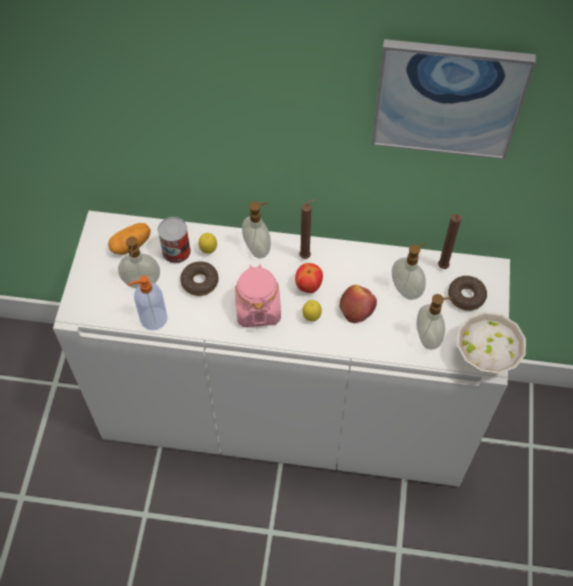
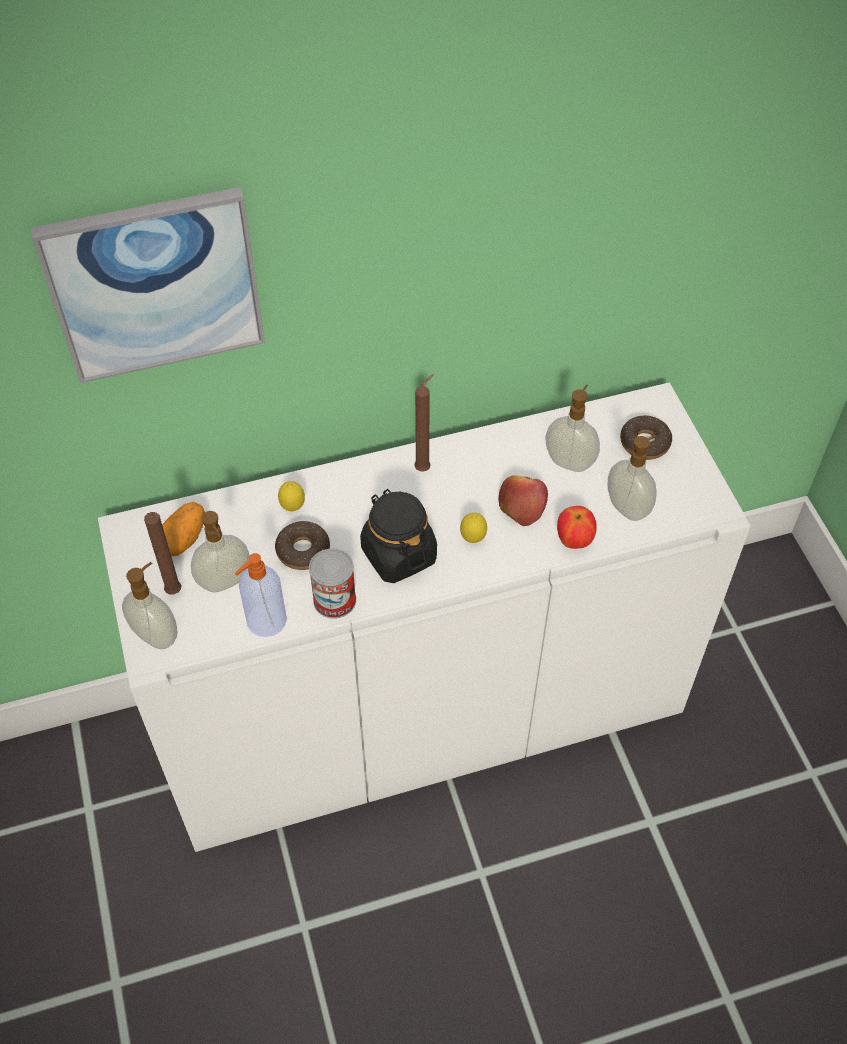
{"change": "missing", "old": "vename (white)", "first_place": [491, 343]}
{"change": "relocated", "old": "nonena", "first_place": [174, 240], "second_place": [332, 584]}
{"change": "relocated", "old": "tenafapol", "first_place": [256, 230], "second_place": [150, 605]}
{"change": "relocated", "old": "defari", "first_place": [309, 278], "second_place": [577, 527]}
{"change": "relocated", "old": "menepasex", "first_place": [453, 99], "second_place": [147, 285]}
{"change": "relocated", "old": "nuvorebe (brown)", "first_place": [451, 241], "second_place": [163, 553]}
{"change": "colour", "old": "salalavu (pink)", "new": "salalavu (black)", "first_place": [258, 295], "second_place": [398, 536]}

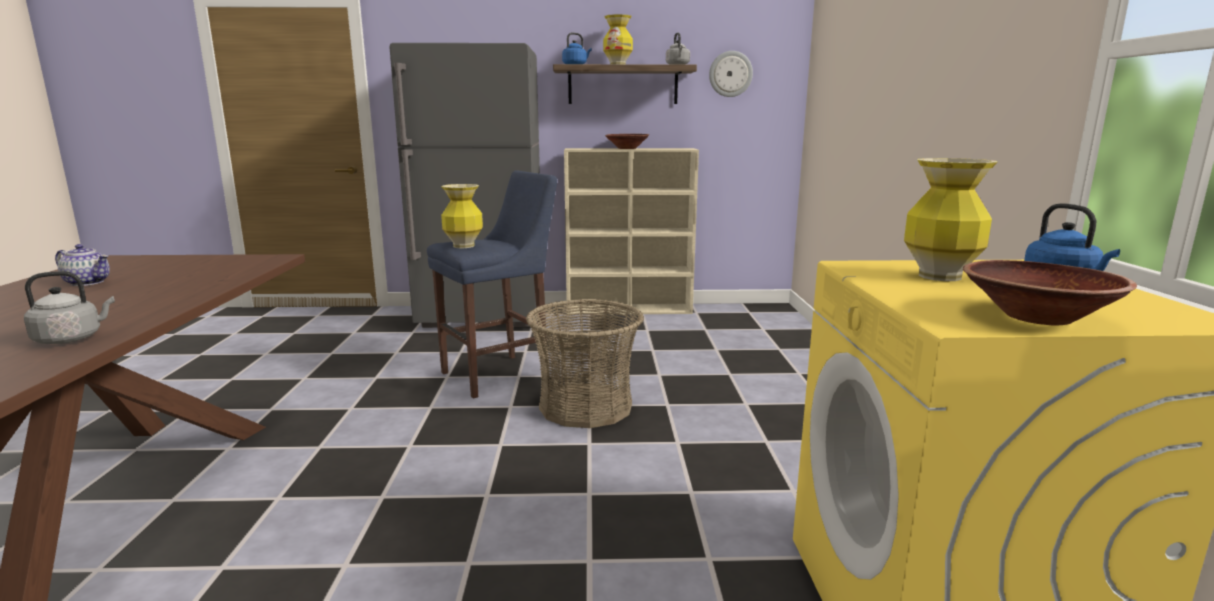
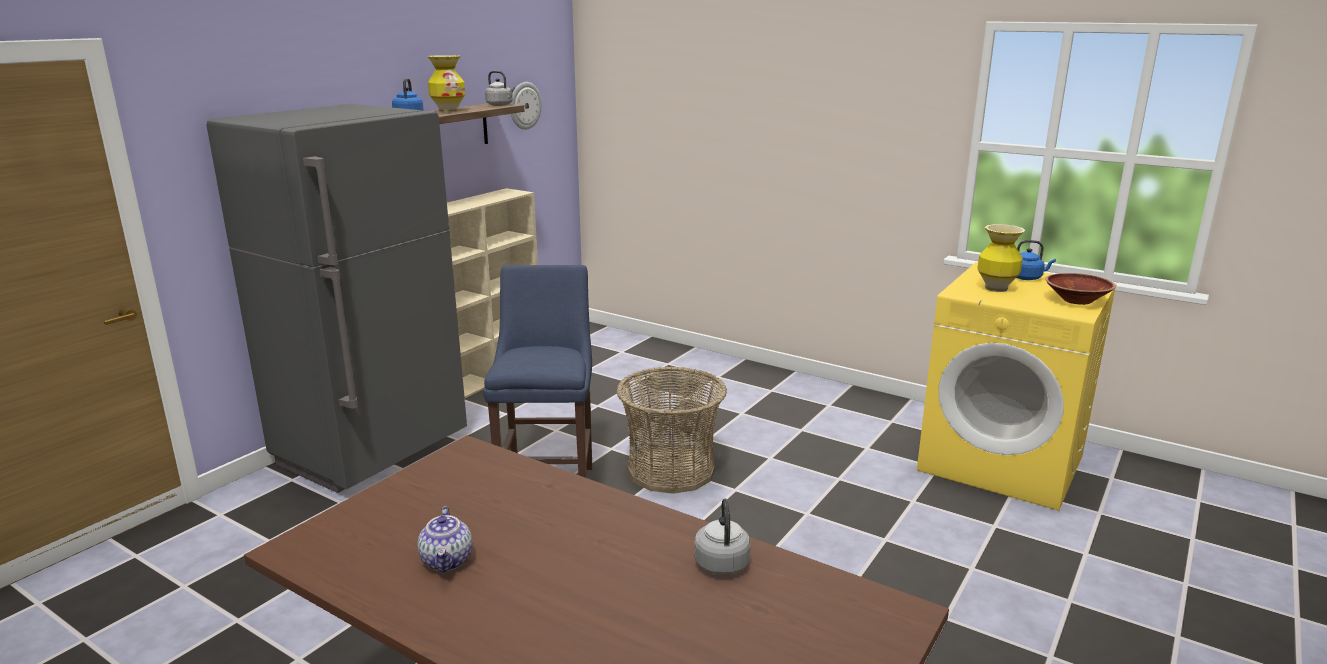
{"change": "missing", "old": "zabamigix", "first_place": [462, 216]}
{"change": "missing", "old": "vename (brown)", "first_place": [627, 141]}
{"change": "spun", "old": "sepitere", "first_place": [82, 265], "second_place": [445, 539], "degrees": 120}

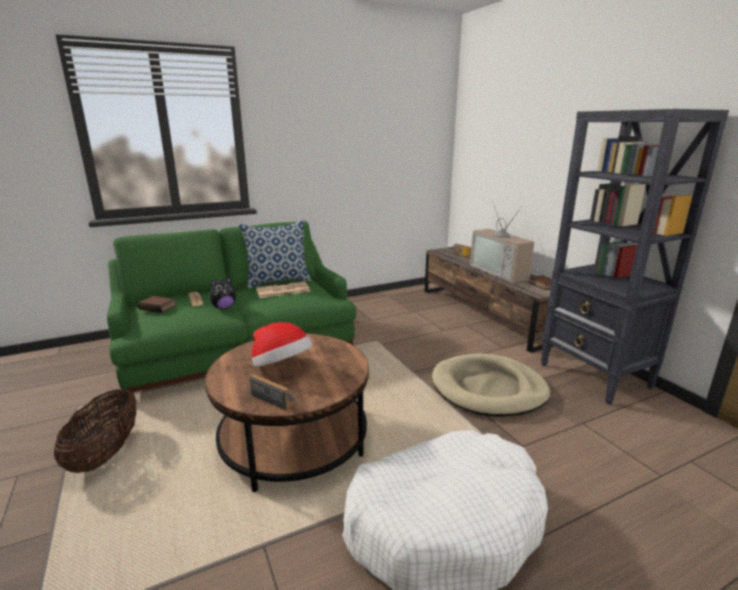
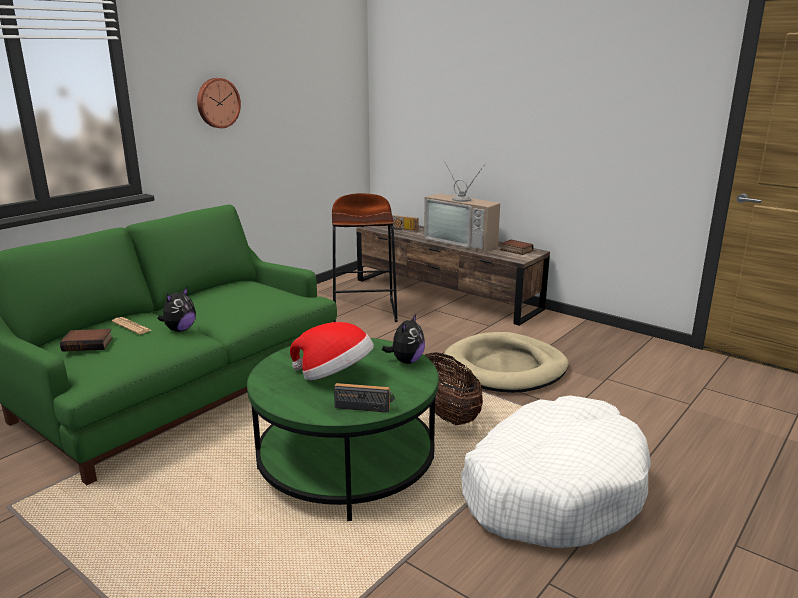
{"change": "missing", "old": "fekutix", "first_place": [275, 254]}
{"change": "missing", "old": "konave", "first_place": [283, 289]}
{"change": "missing", "old": "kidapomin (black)", "first_place": [635, 257]}
{"change": "appeared", "new": "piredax", "second_place": [219, 103]}
{"change": "appeared", "new": "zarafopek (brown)", "second_place": [365, 257]}
{"change": "appeared", "new": "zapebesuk", "second_place": [403, 339]}
{"change": "relocated", "old": "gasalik", "first_place": [95, 431], "second_place": [454, 388]}
{"change": "colour", "old": "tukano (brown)", "new": "tukano (green)", "first_place": [287, 412], "second_place": [343, 429]}

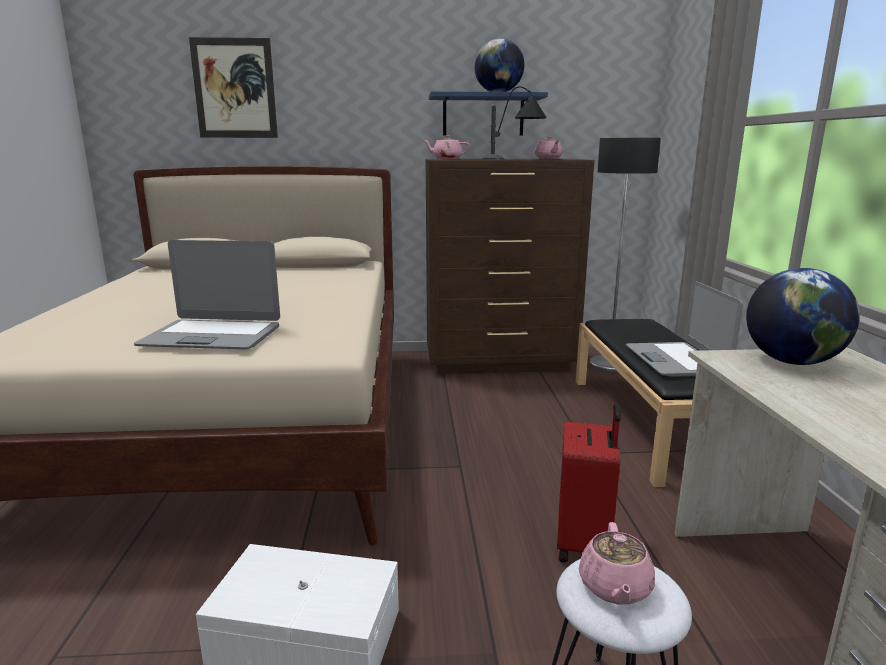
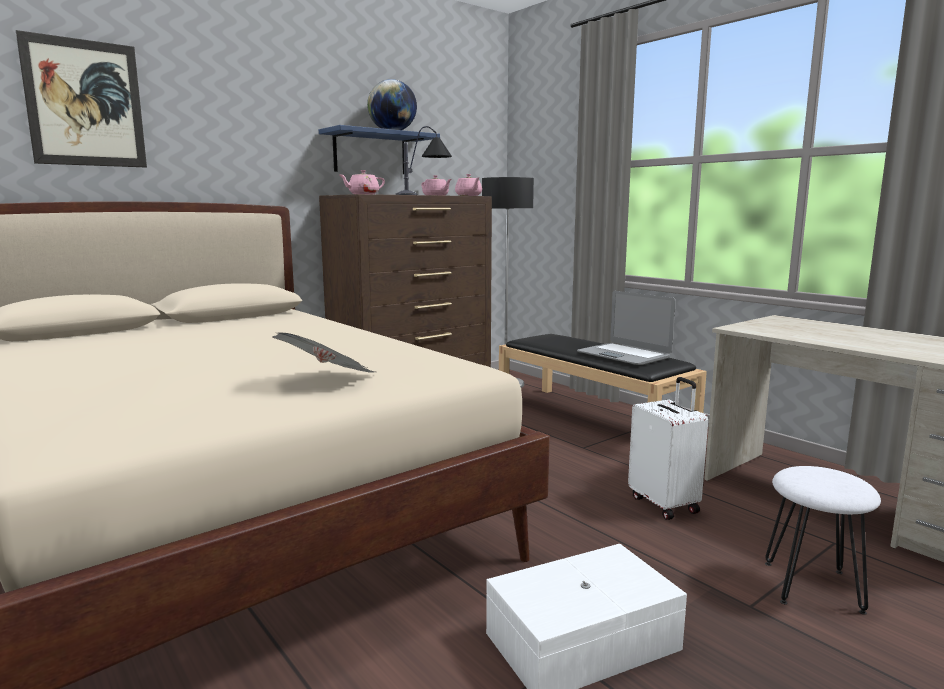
{"change": "missing", "old": "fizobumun", "first_place": [803, 316]}
{"change": "relocated", "old": "sepitere (pink)", "first_place": [617, 563], "second_place": [468, 185]}
{"change": "exchanged", "old": "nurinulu", "new": "konave", "first_place": [207, 294], "second_place": [323, 353]}
{"change": "colour", "old": "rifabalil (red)", "new": "rifabalil (white)", "first_place": [589, 483], "second_place": [668, 448]}

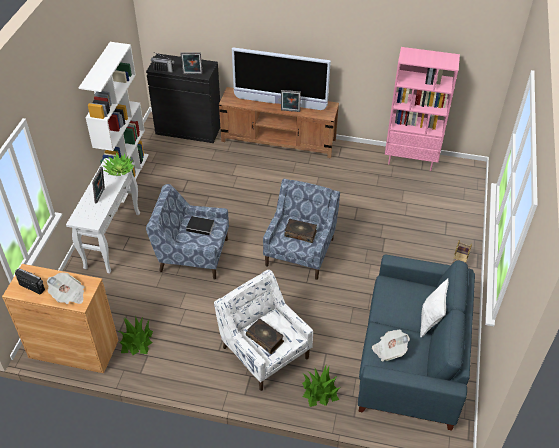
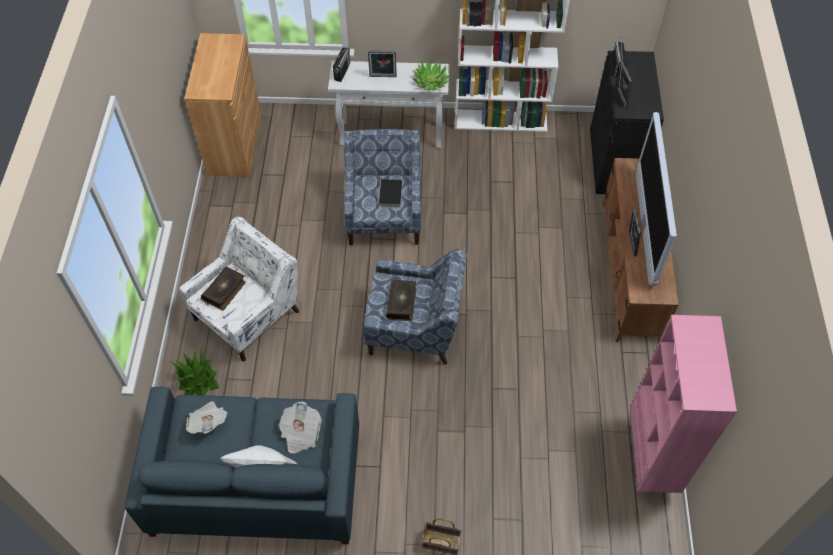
{"change": "missing", "old": "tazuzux", "first_place": [136, 335]}
{"change": "relocated", "old": "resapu", "first_place": [30, 281], "second_place": [341, 64]}
{"change": "relocated", "old": "konave", "first_place": [66, 288], "second_place": [300, 428]}

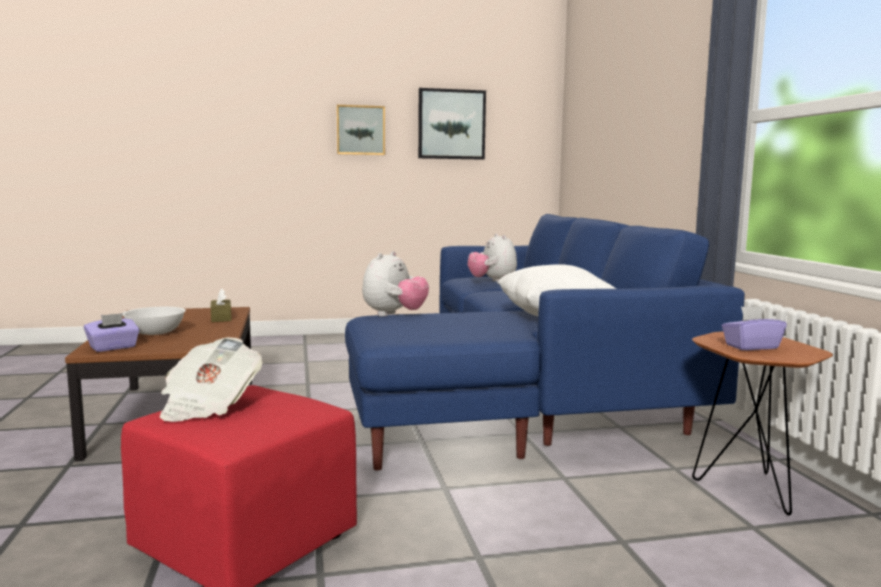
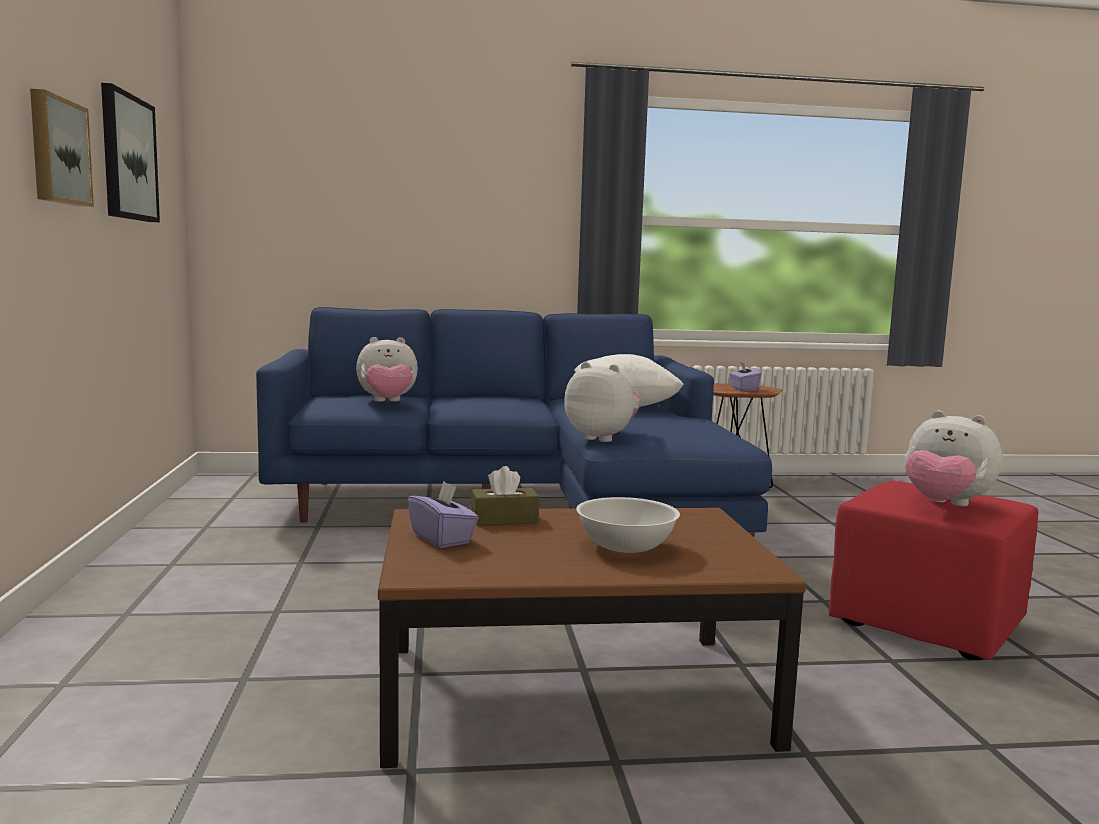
{"change": "relocated", "old": "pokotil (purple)", "first_place": [112, 332], "second_place": [443, 514]}
{"change": "exchanged", "old": "konave", "new": "zapebesuk", "first_place": [211, 379], "second_place": [953, 458]}

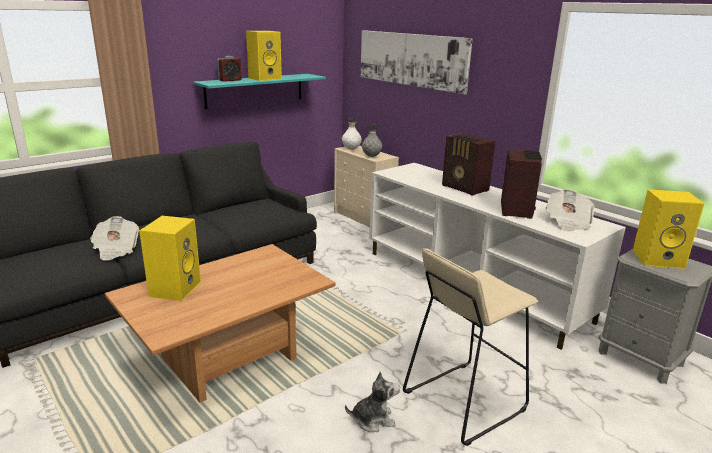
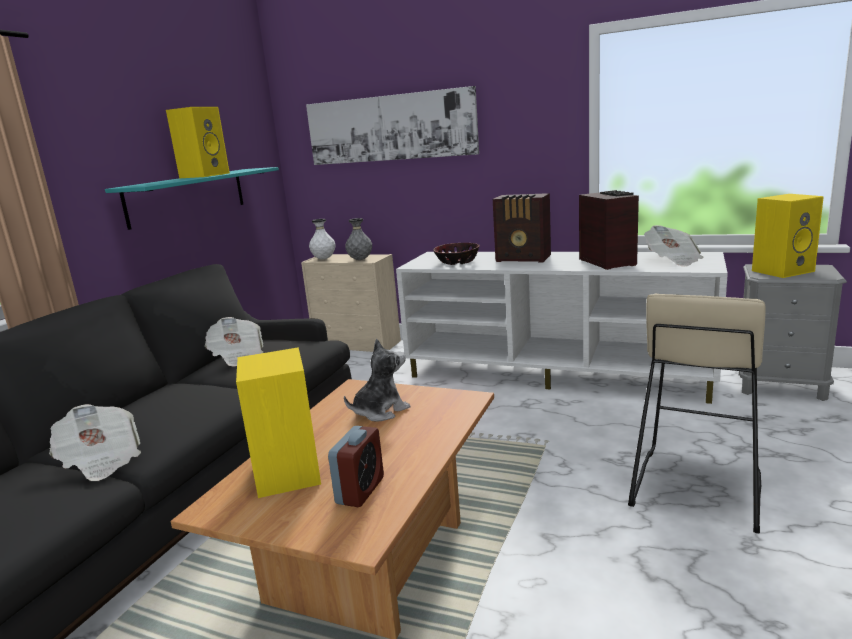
{"change": "appeared", "new": "konave", "second_place": [234, 342]}
{"change": "appeared", "new": "vename", "second_place": [456, 254]}
{"change": "relocated", "old": "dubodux", "first_place": [229, 69], "second_place": [356, 466]}
{"change": "relocated", "old": "zapebesuk", "first_place": [372, 401], "second_place": [377, 380]}

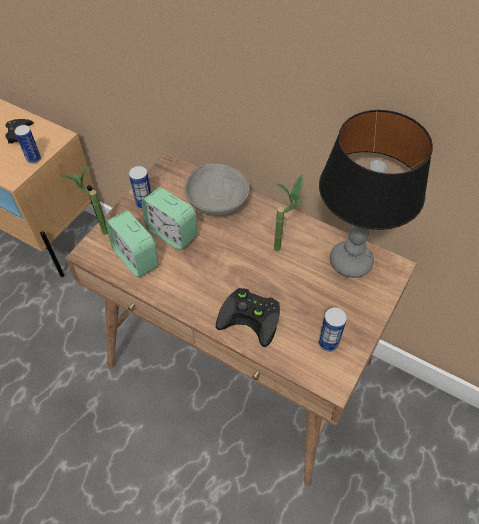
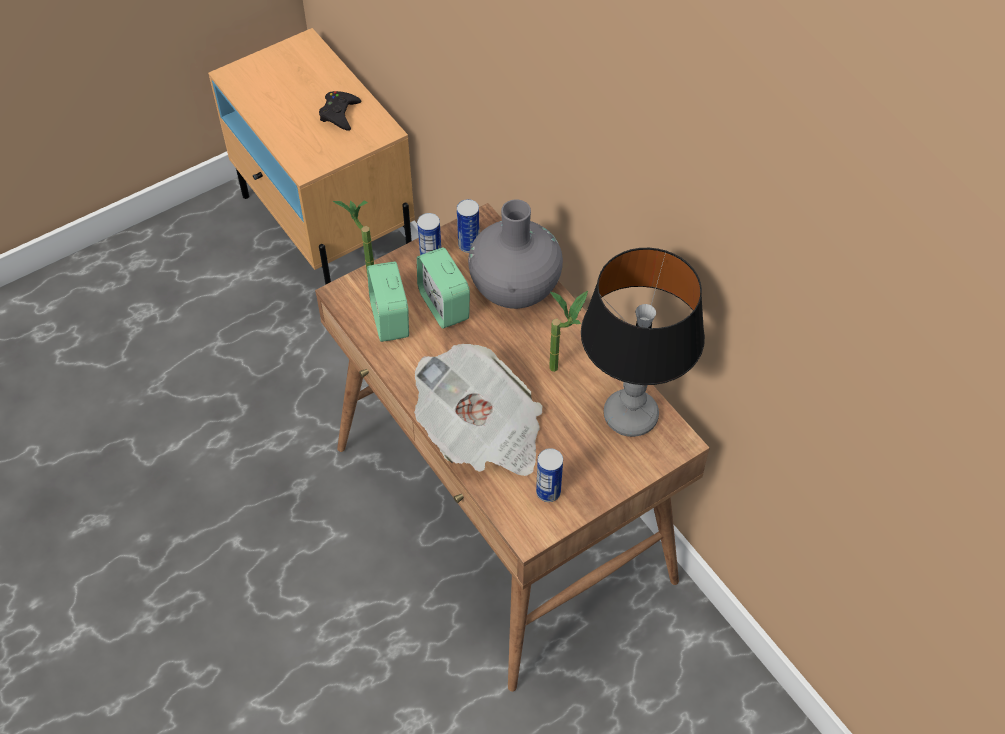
{"change": "relocated", "old": "nonena", "first_place": [27, 144], "second_place": [468, 226]}
{"change": "exchanged", "old": "vename (grey)", "new": "zabamigix (grey)", "first_place": [217, 190], "second_place": [515, 254]}
{"change": "exchanged", "old": "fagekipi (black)", "new": "konave", "first_place": [248, 317], "second_place": [478, 410]}

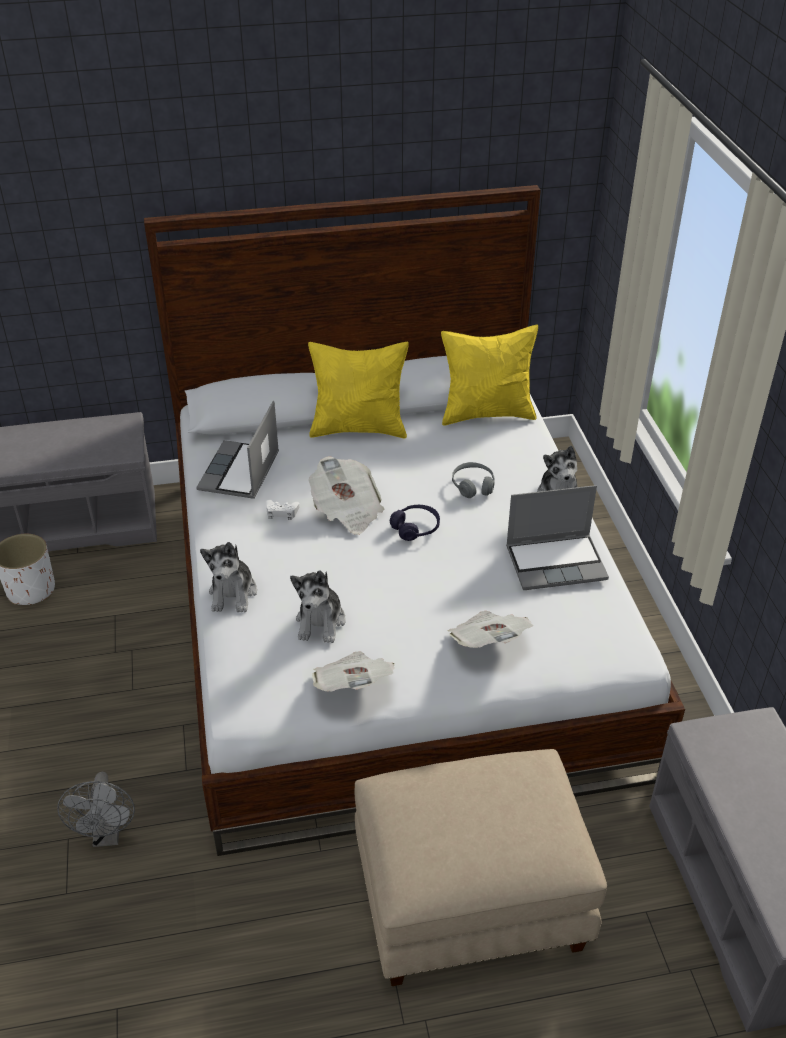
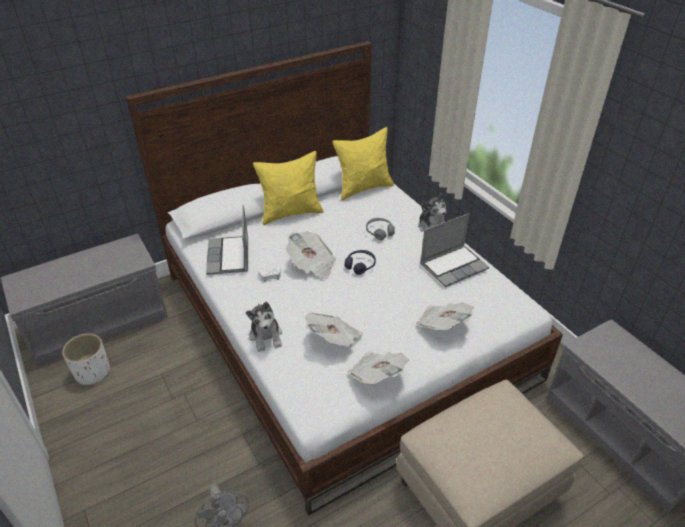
{"change": "exchanged", "old": "zapebesuk", "new": "konave", "first_place": [318, 606], "second_place": [334, 330]}

